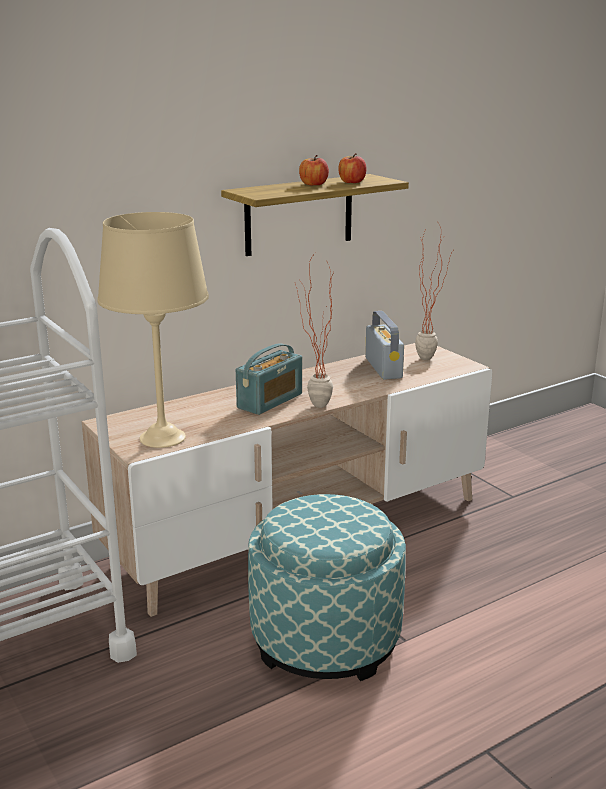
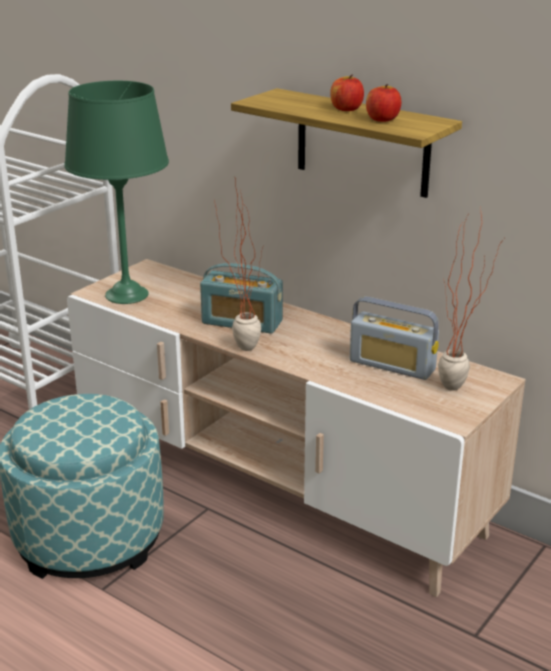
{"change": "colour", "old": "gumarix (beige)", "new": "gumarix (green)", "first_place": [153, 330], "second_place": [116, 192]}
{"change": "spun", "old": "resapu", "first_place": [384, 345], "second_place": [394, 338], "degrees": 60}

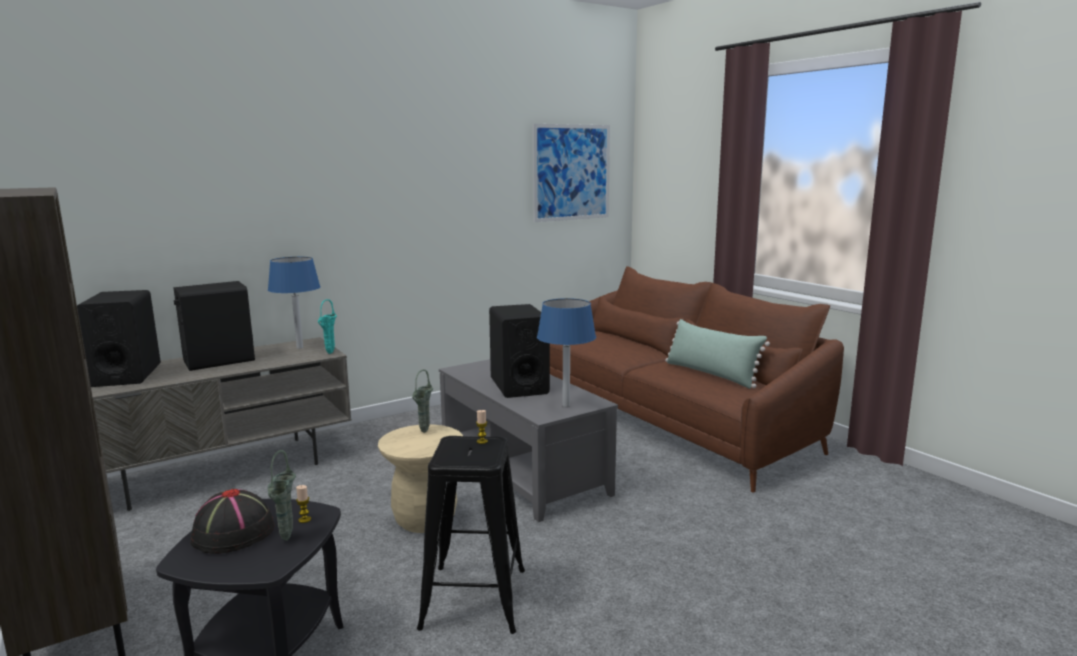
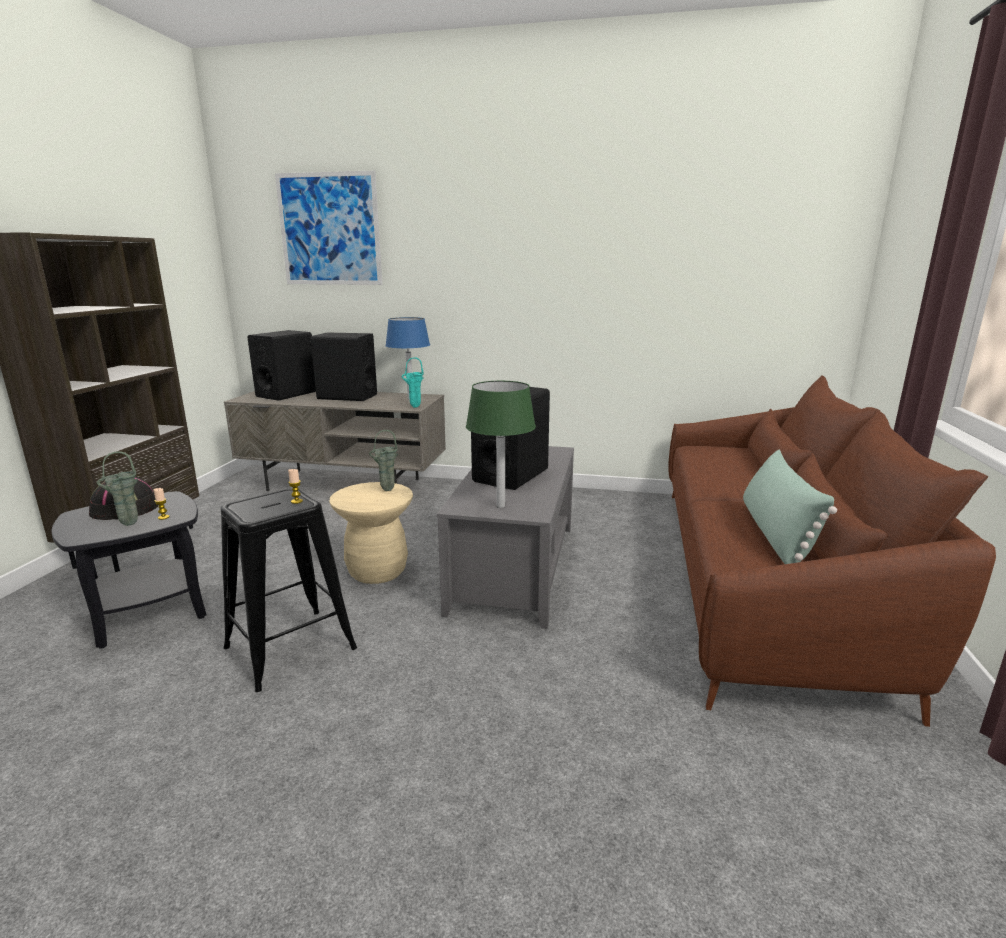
{"change": "relocated", "old": "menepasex", "first_place": [571, 173], "second_place": [328, 228]}
{"change": "colour", "old": "gumarix (blue)", "new": "gumarix (green)", "first_place": [566, 352], "second_place": [501, 444]}

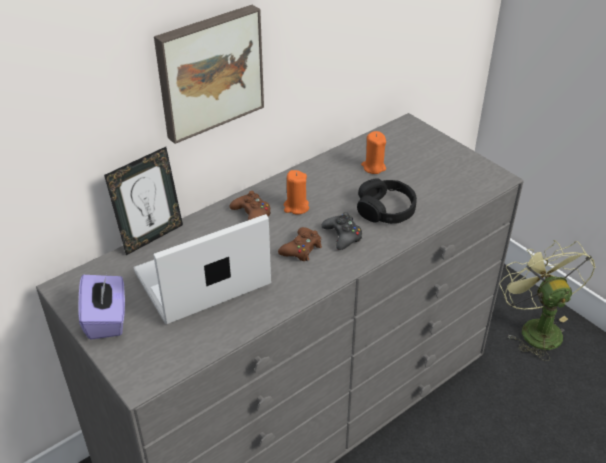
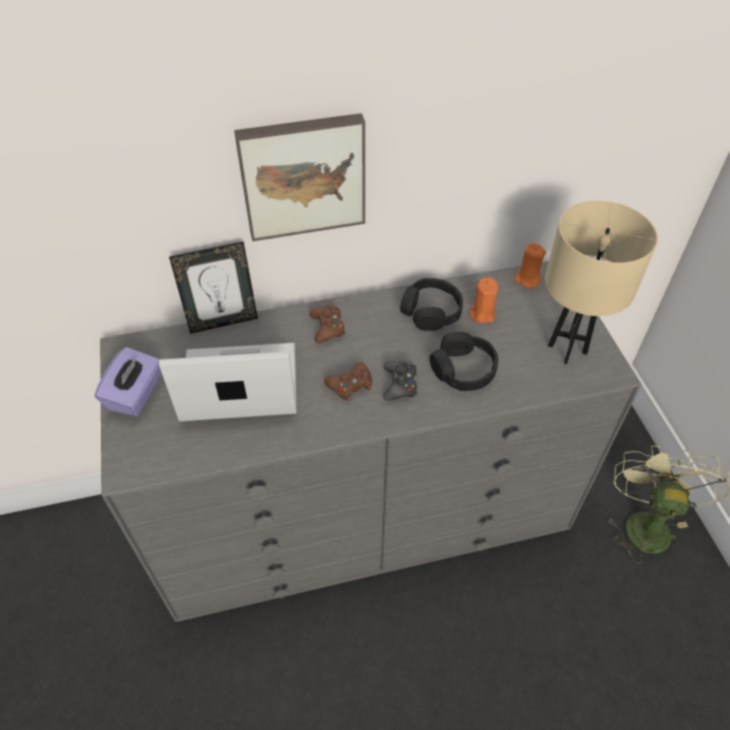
{"change": "appeared", "new": "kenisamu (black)", "second_place": [431, 304]}
{"change": "appeared", "new": "gumarix (beige)", "second_place": [601, 282]}
{"change": "relocated", "old": "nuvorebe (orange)", "first_place": [296, 192], "second_place": [530, 265]}

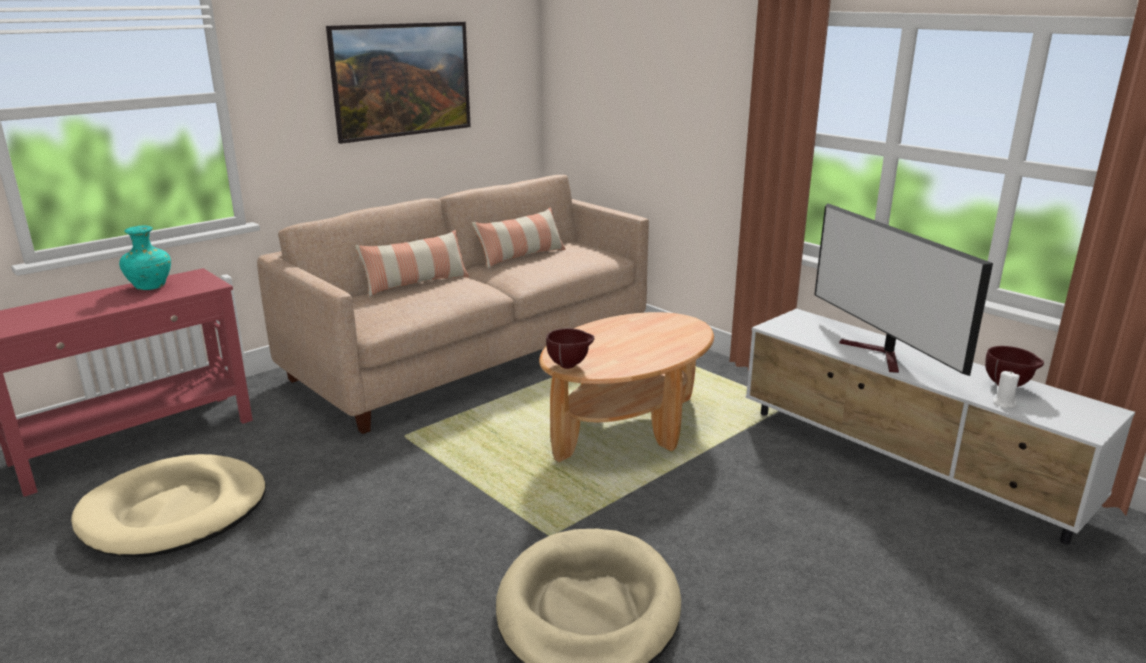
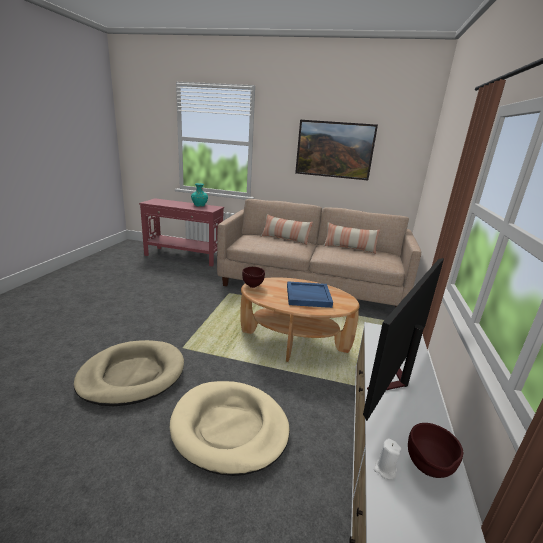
{"change": "appeared", "new": "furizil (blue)", "second_place": [310, 294]}
{"change": "relocated", "old": "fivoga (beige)", "first_place": [168, 505], "second_place": [230, 428]}

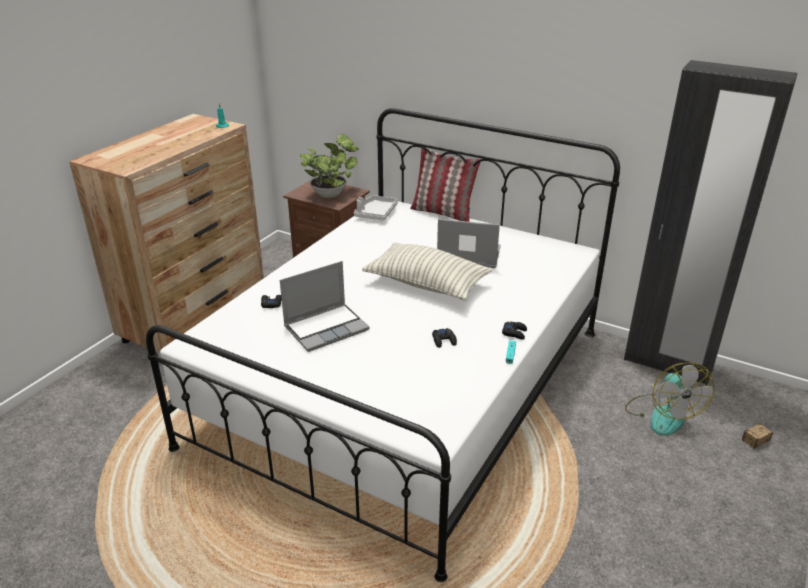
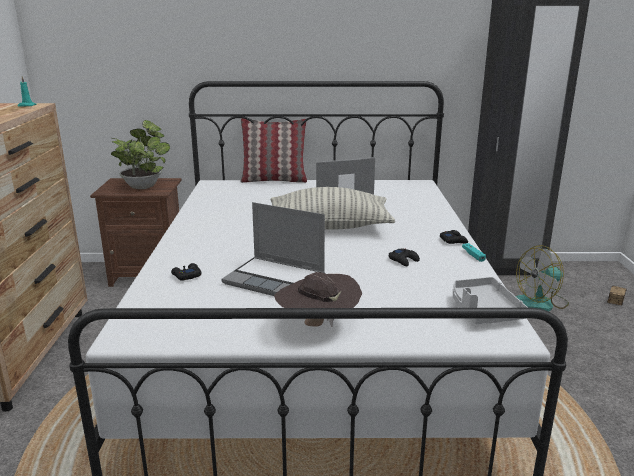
{"change": "appeared", "new": "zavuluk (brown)", "second_place": [318, 299]}
{"change": "relocated", "old": "furizil (grey)", "first_place": [376, 208], "second_place": [490, 300]}
{"change": "spun", "old": "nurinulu", "first_place": [325, 306], "second_place": [273, 249], "degrees": 90}
{"change": "spun", "old": "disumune", "first_place": [669, 399], "second_place": [542, 278], "degrees": 105}

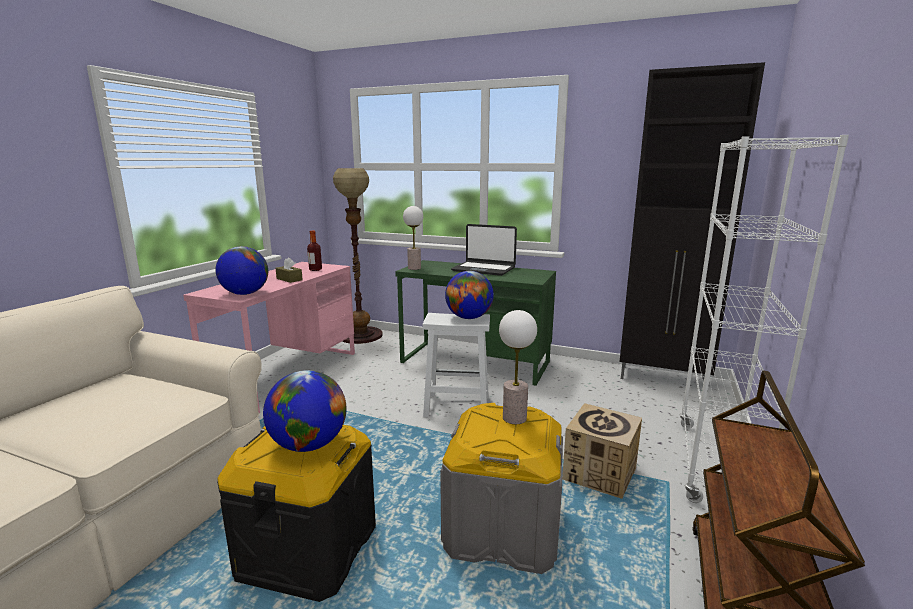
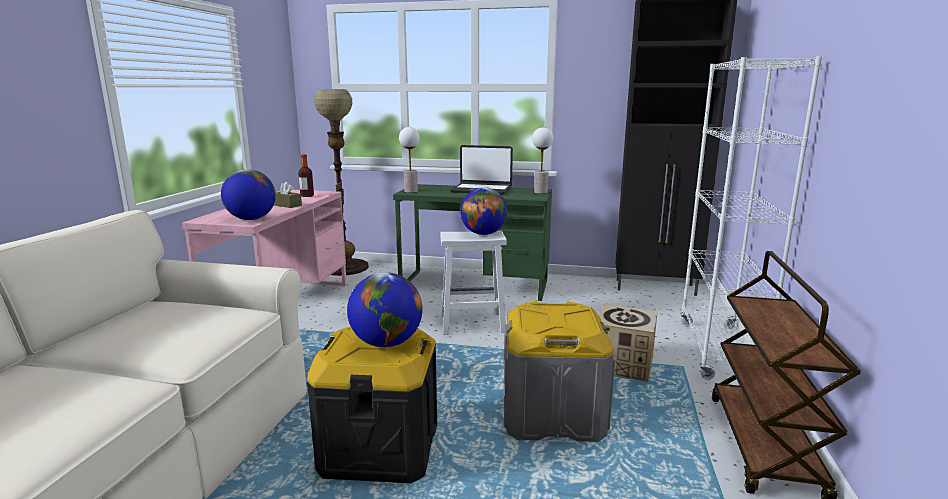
{"change": "relocated", "old": "gumarix", "first_place": [518, 367], "second_place": [542, 160]}

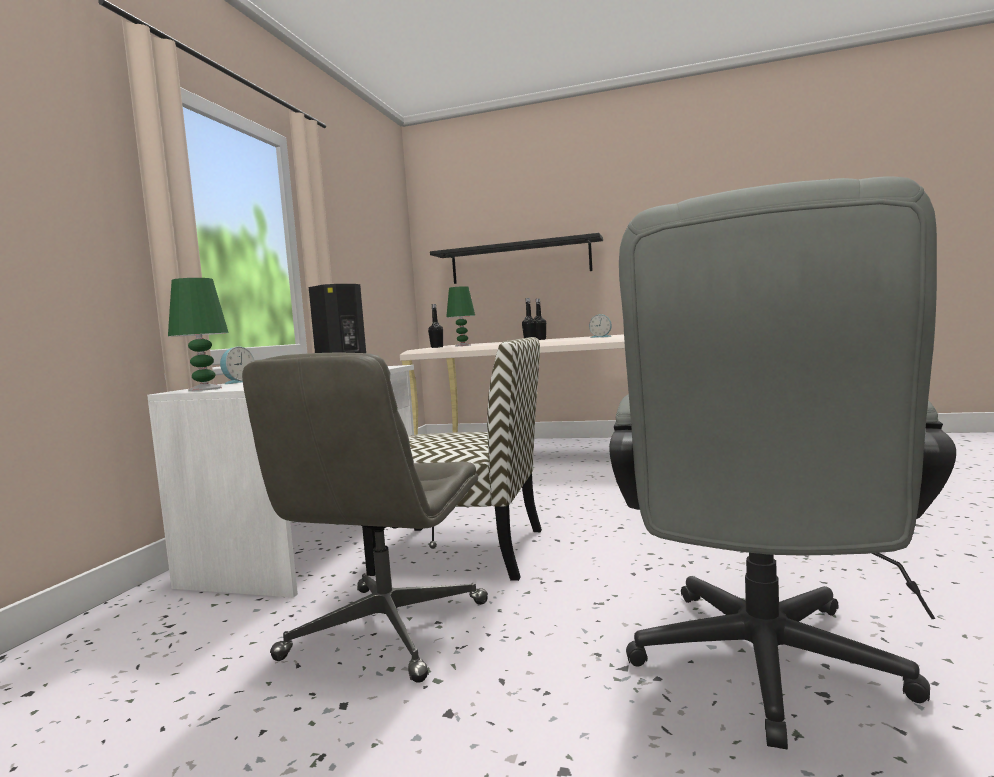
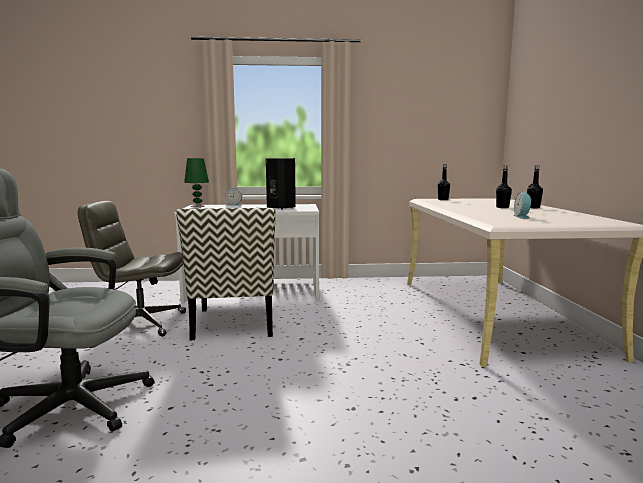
{"change": "missing", "old": "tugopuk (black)", "first_place": [516, 258]}
{"change": "missing", "old": "gumarix (green)", "first_place": [460, 316]}

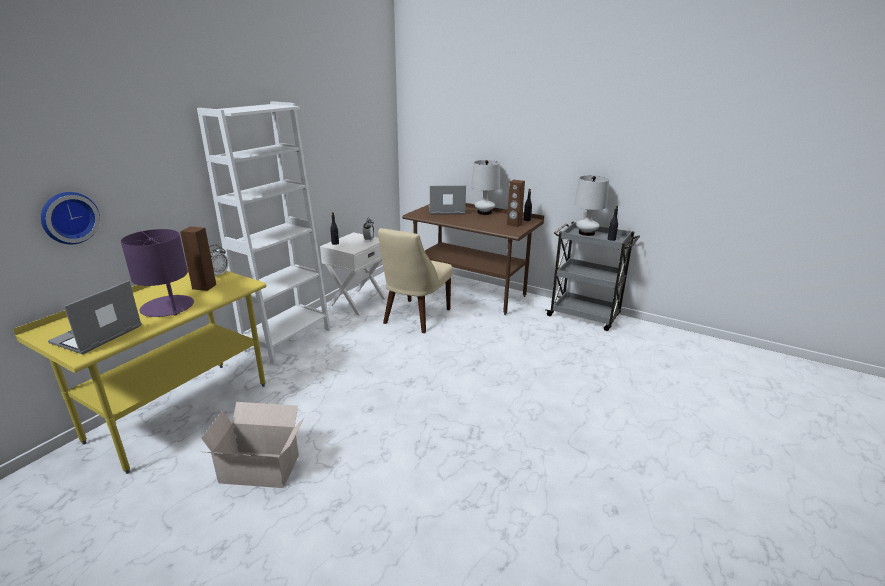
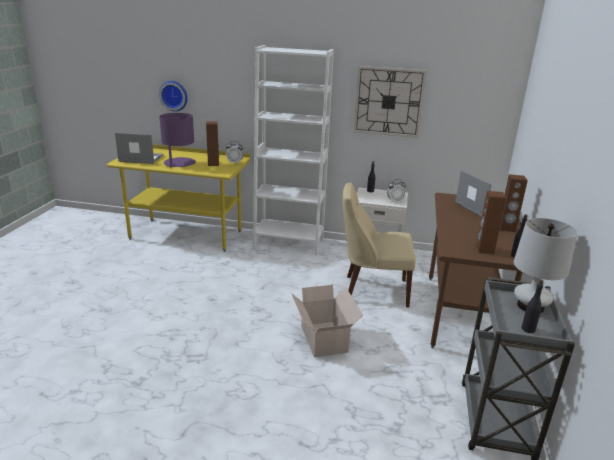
{"change": "appeared", "new": "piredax", "second_place": [390, 102]}
{"change": "relocated", "old": "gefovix", "first_place": [252, 445], "second_place": [327, 321]}
{"change": "exchanged", "old": "gumarix (white)", "new": "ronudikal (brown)", "first_place": [485, 187], "second_place": [514, 203]}

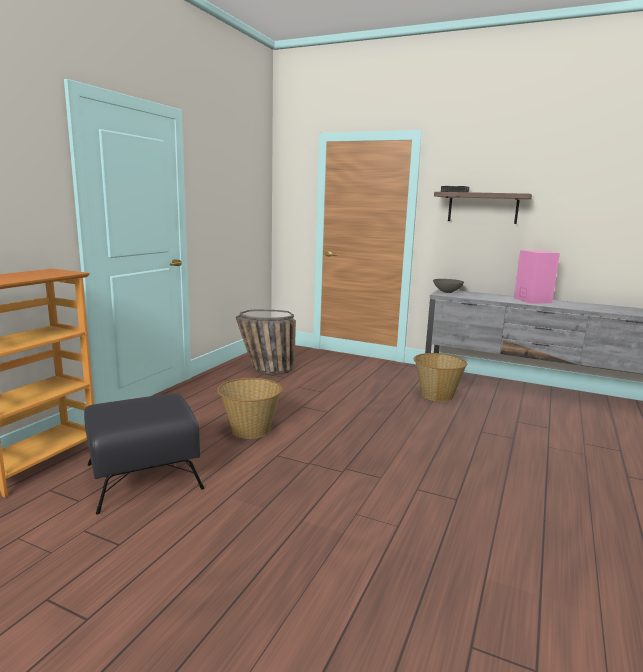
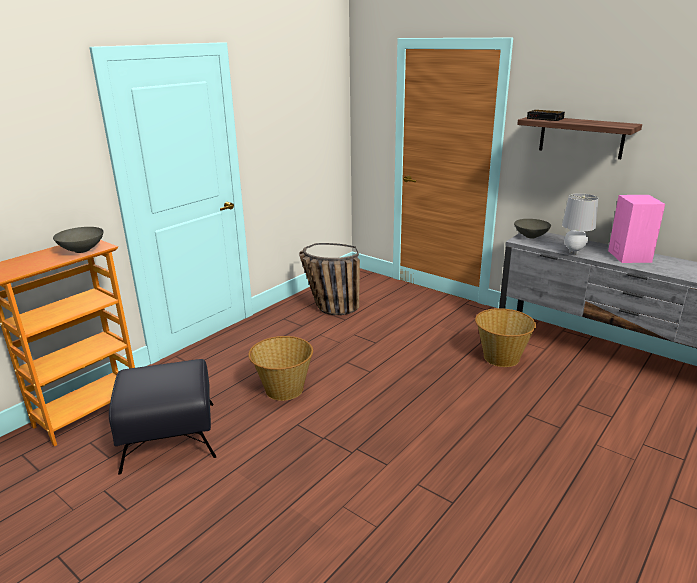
{"change": "appeared", "new": "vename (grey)", "second_place": [78, 240]}
{"change": "appeared", "new": "gumarix (grey)", "second_place": [580, 224]}

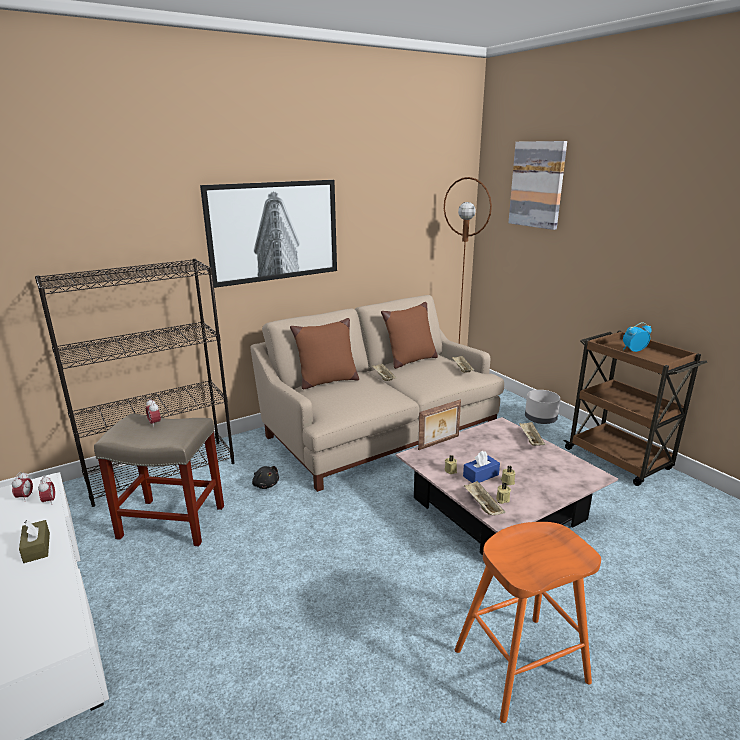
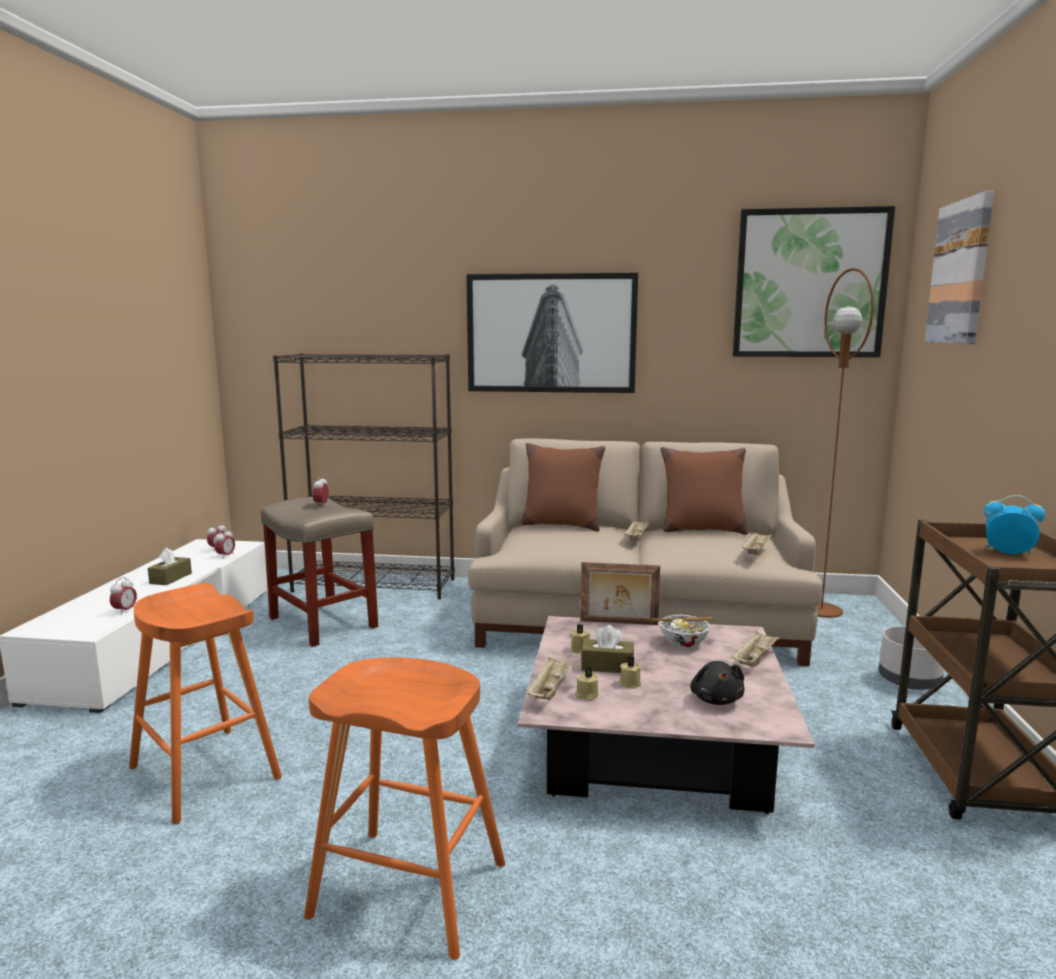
{"change": "appeared", "new": "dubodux", "second_place": [123, 596]}
{"change": "appeared", "new": "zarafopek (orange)", "second_place": [205, 703]}
{"change": "appeared", "new": "vename", "second_place": [682, 631]}
{"change": "appeared", "new": "menepasex", "second_place": [814, 281]}
{"change": "relocated", "old": "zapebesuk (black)", "first_place": [265, 477], "second_place": [717, 683]}
{"change": "colour", "old": "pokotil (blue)", "new": "pokotil (brown)", "first_place": [481, 467], "second_place": [607, 649]}

